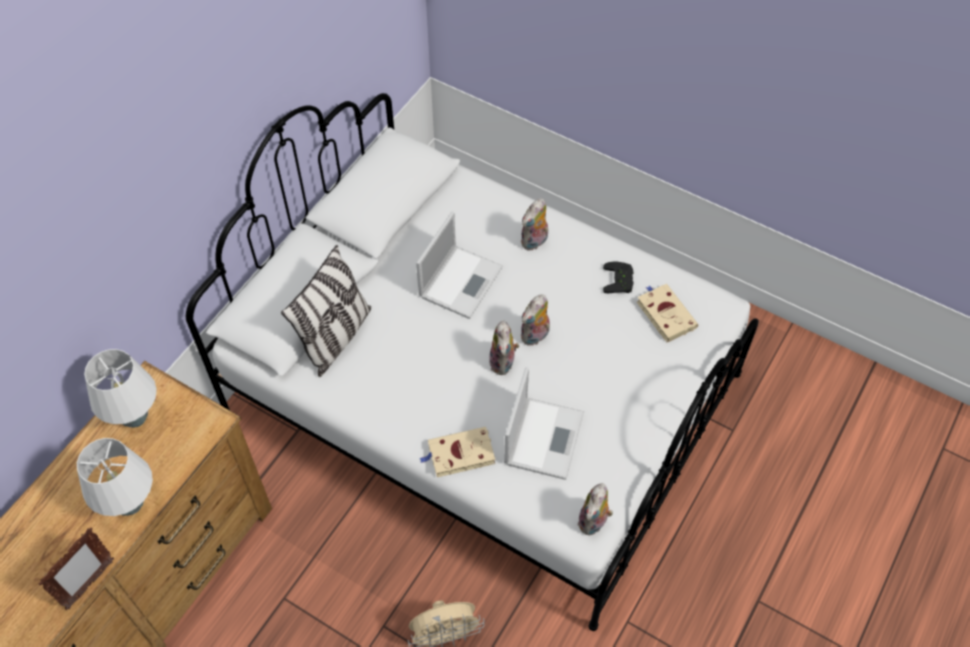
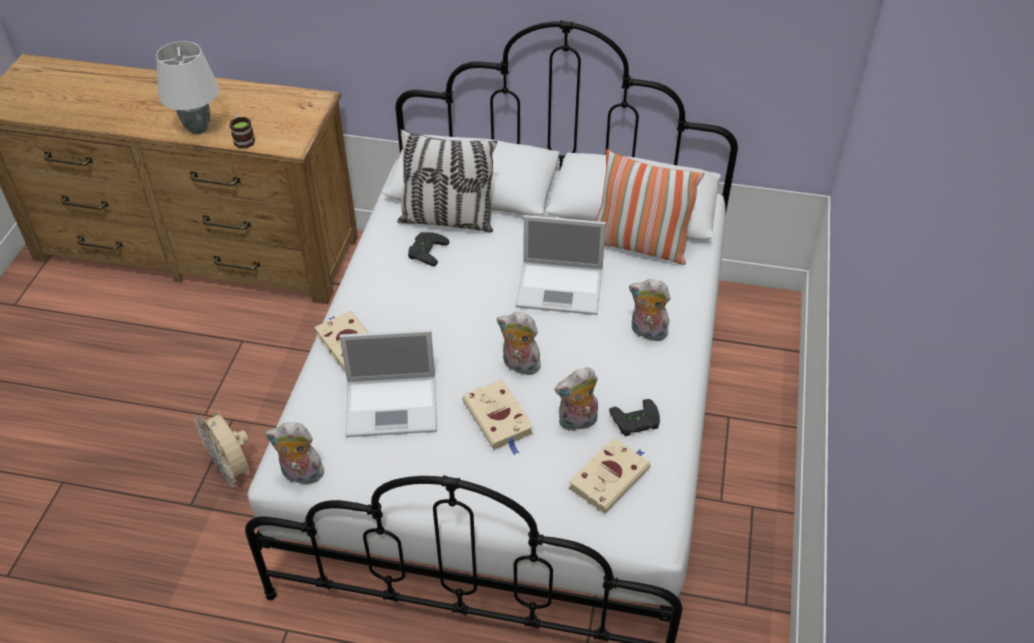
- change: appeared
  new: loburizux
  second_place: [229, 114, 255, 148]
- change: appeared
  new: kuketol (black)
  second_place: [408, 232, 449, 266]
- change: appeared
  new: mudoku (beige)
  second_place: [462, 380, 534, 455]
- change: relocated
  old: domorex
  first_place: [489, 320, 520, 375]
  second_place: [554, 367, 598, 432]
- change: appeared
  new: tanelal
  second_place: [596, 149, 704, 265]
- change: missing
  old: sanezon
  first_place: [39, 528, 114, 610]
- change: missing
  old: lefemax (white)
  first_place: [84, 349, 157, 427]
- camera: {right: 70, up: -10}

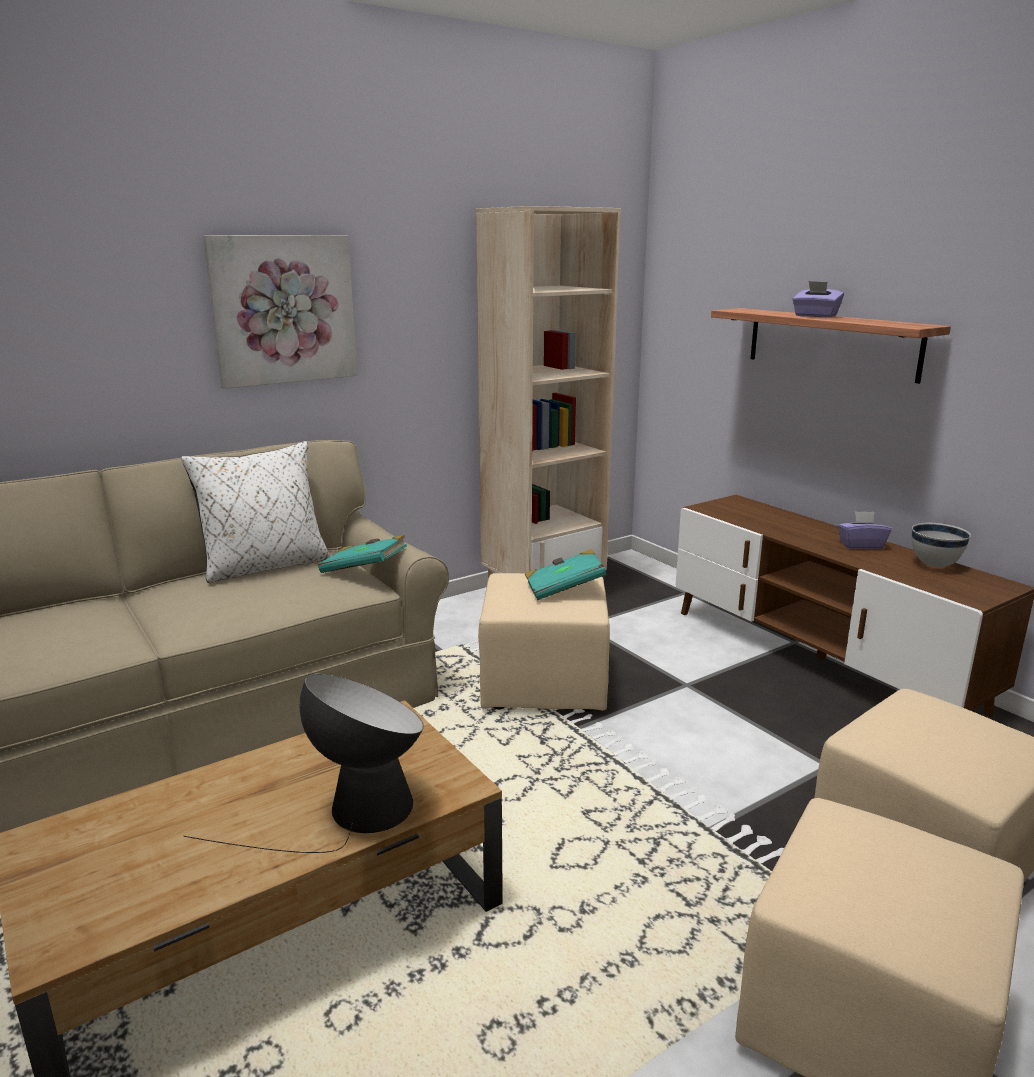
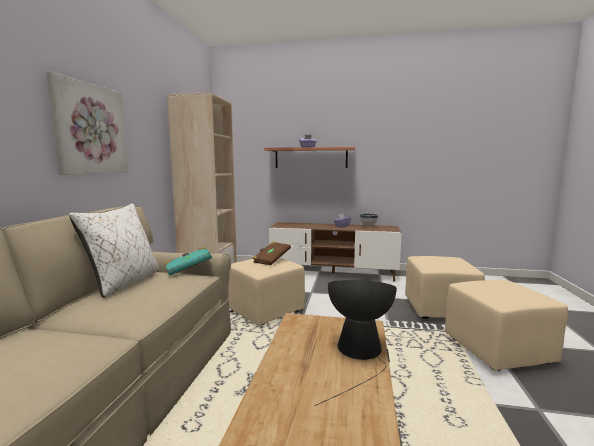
- change: colour
  old: mudoku (turquoise)
  new: mudoku (brown)
  first_place: [525, 549, 606, 600]
  second_place: [252, 242, 291, 265]
- camera: {right: -45, up: -10}

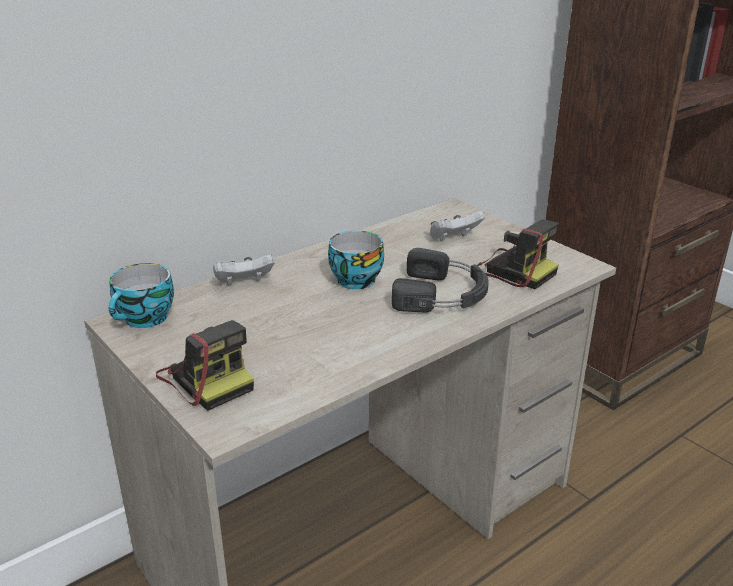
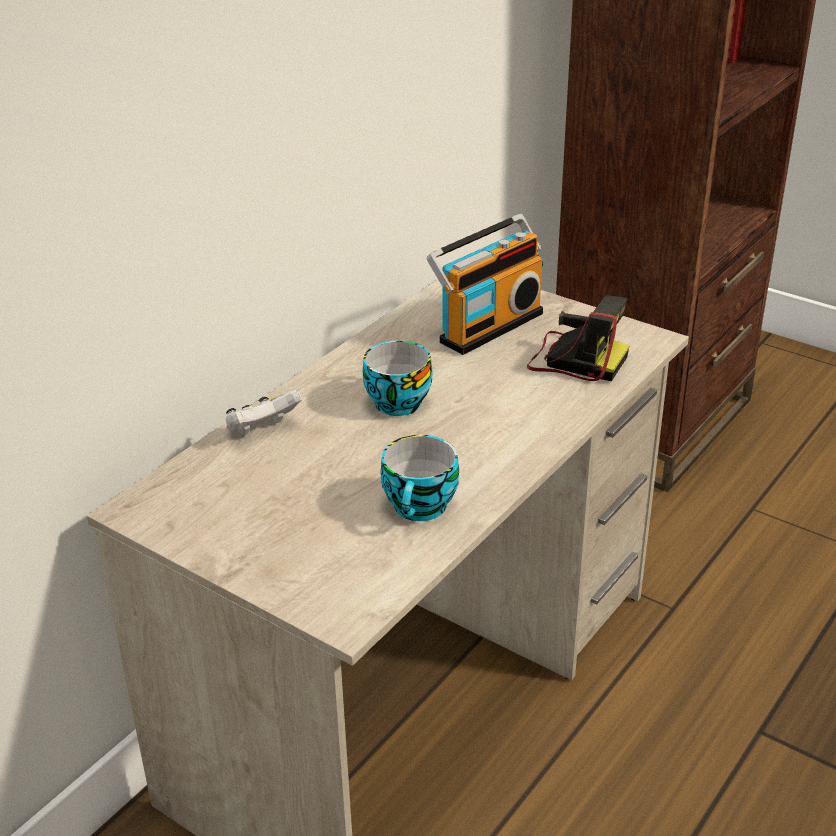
- change: relocated
  old: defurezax
  first_place: [109, 263, 174, 328]
  second_place: [380, 435, 459, 521]
- change: exchanged
  old: kuketol (white)
  new: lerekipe
  first_place: [430, 211, 485, 241]
  second_place: [426, 214, 543, 355]
- change: missing
  old: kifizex
  first_place: [156, 320, 254, 411]
- change: missing
  old: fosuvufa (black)
  first_place: [392, 248, 489, 312]
- camera: {right: -15, up: 5}

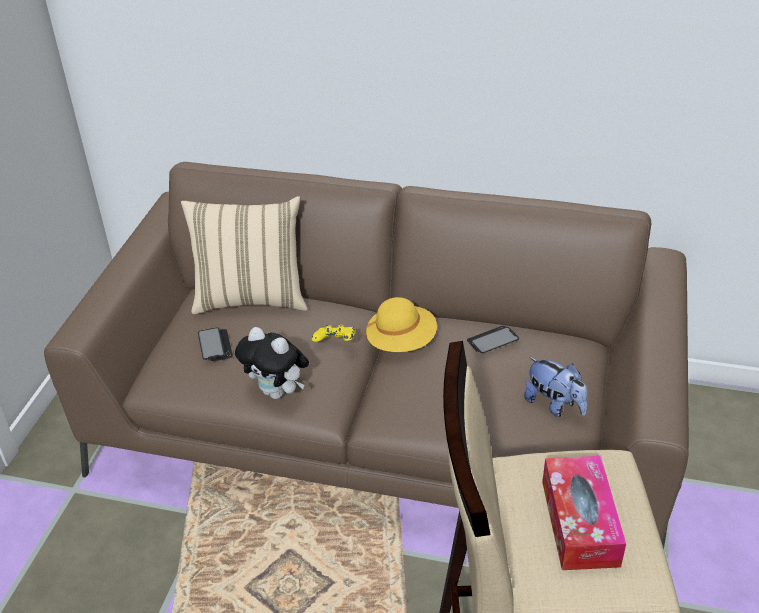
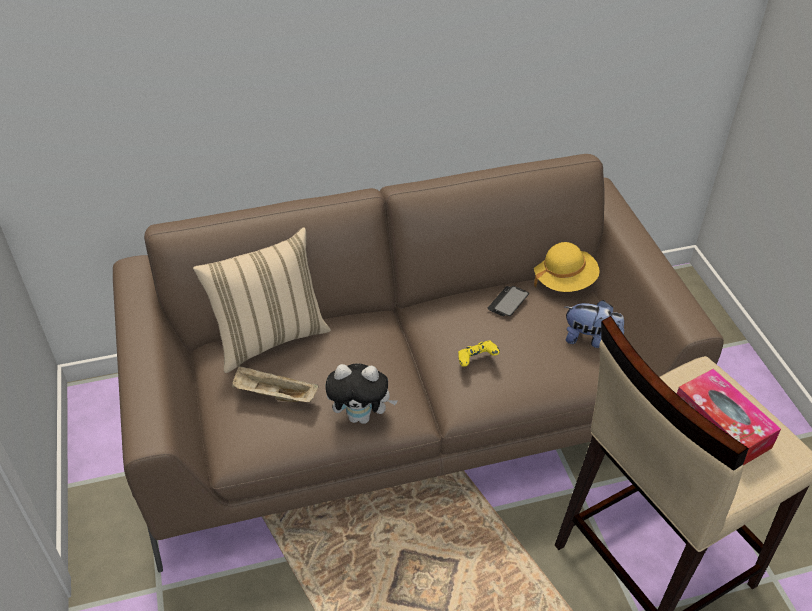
- change: exchanged
  old: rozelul
  new: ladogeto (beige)
  first_place: [198, 327, 233, 361]
  second_place: [232, 366, 319, 402]
- change: relocated
  old: kuketol (yellow)
  first_place: [312, 325, 355, 342]
  second_place: [458, 340, 500, 367]
- change: relocated
  old: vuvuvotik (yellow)
  first_place: [366, 297, 437, 352]
  second_place: [534, 242, 600, 292]
- camera: {right: -30, up: 5}

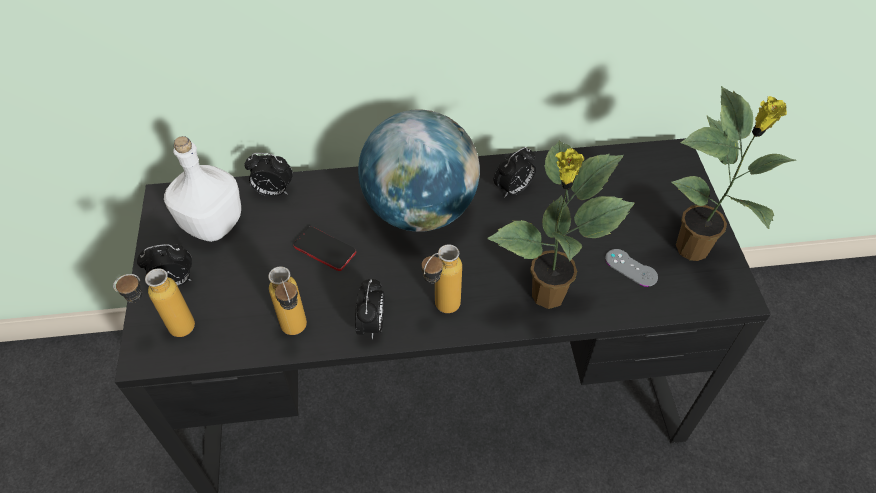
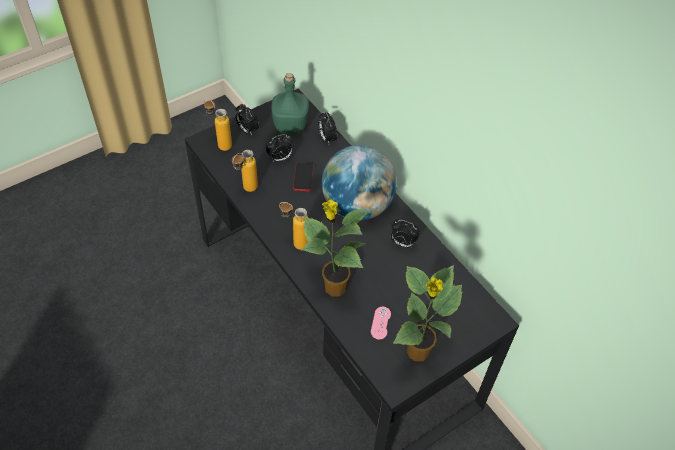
- change: relocated
  old: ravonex
  first_place: [355, 279, 385, 339]
  second_place: [266, 134, 293, 162]
- change: colour
  old: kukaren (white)
  new: kukaren (green)
  first_place: [164, 136, 241, 242]
  second_place: [272, 73, 309, 134]
- change: colour
  old: kuketol (grey)
  new: kuketol (pink)
  first_place: [605, 249, 658, 287]
  second_place: [371, 307, 391, 340]
- camera: {right: 60, up: 0}

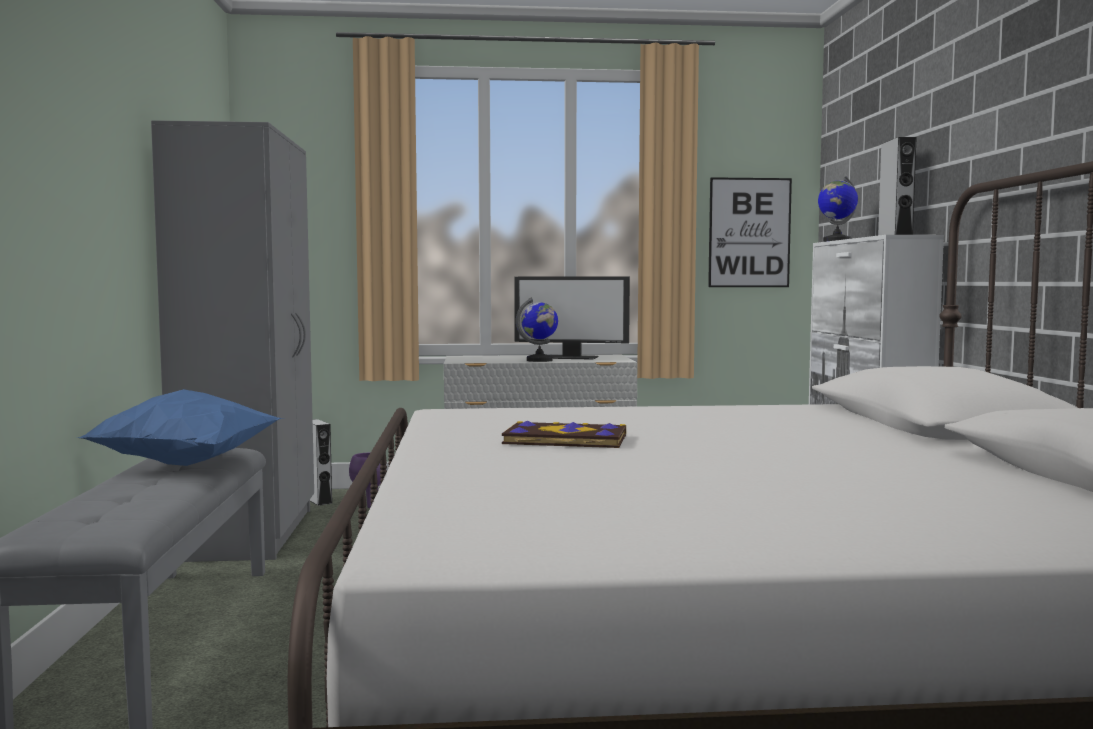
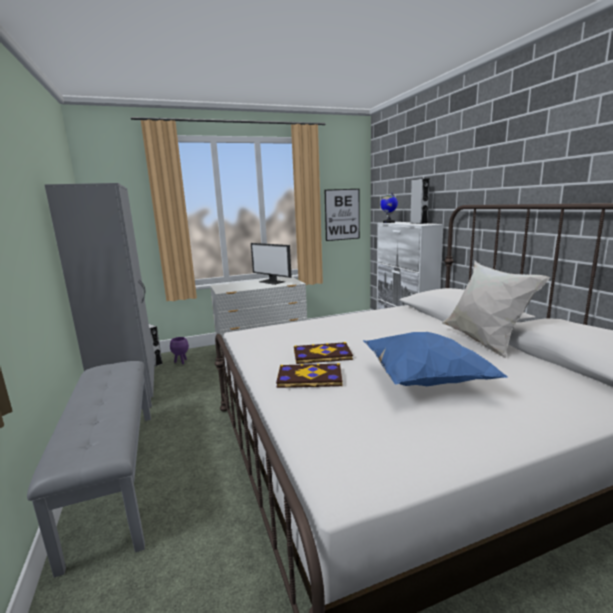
- change: spun
  old: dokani
  first_place: [514, 276, 630, 360]
  second_place: [251, 243, 292, 285]
  degrees: 45
- change: appeared
  new: mudoku
  second_place: [276, 363, 343, 388]
- change: relocated
  old: tanelal (blue)
  first_place: [78, 389, 283, 466]
  second_place: [363, 332, 509, 386]
- change: appeared
  new: tanelal (white)
  second_place: [442, 261, 550, 358]
- change: missing
  old: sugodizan
  first_place: [516, 298, 558, 362]
- camera: {right: -15, up: 10}

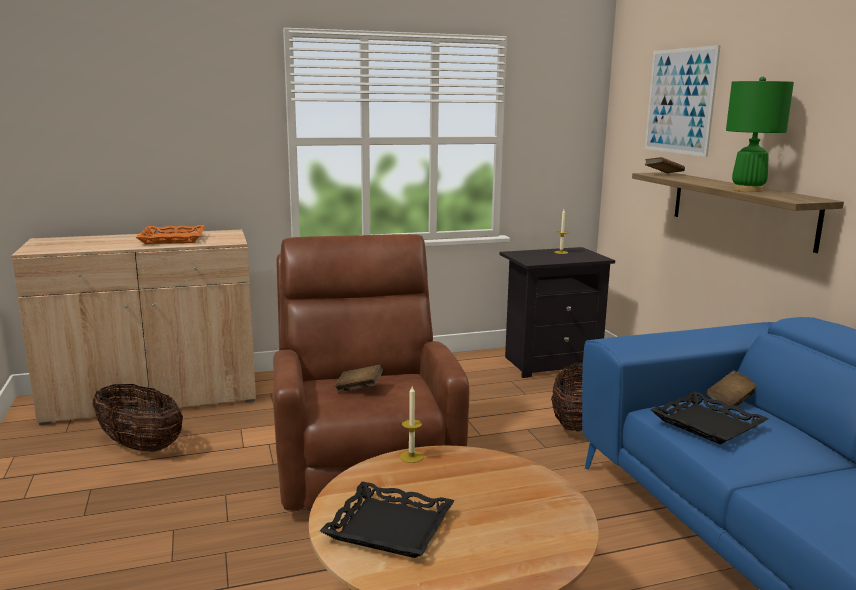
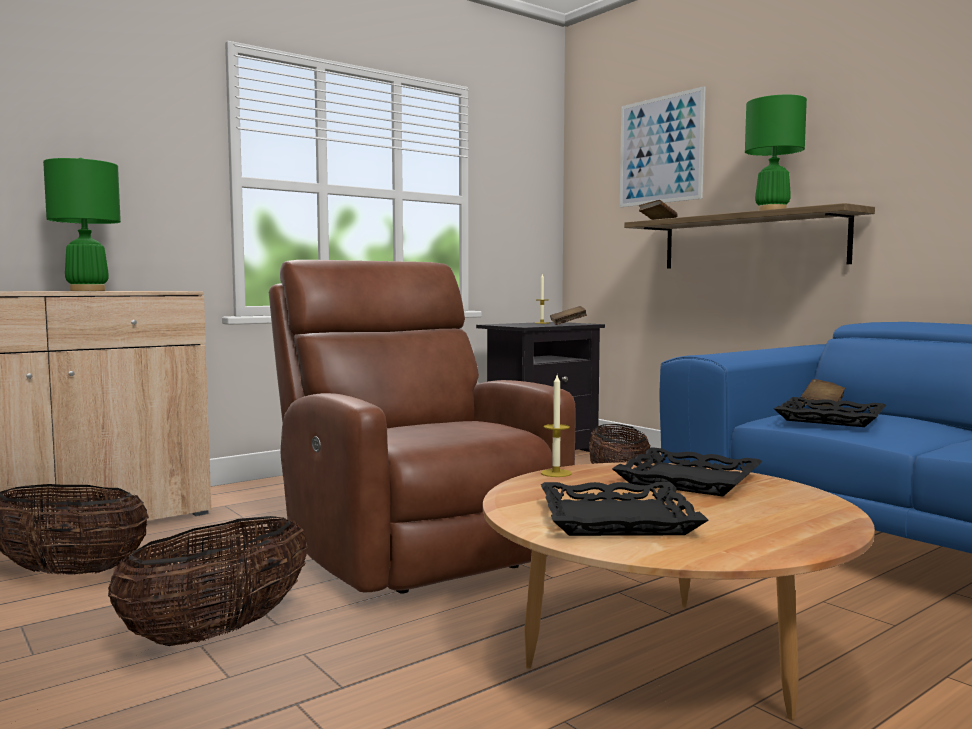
- change: exchanged
  old: ladogeto (orange)
  new: lefemax (green)
  first_place: [135, 225, 206, 244]
  second_place: [43, 158, 121, 291]
- change: appeared
  new: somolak
  second_place: [108, 516, 308, 646]
- change: relocated
  old: mudoku (brown)
  first_place: [335, 364, 383, 392]
  second_place: [550, 306, 587, 325]
- change: appeared
  new: ladogeto (black)
  second_place: [612, 447, 763, 496]
- camera: {right: -20, up: -10}

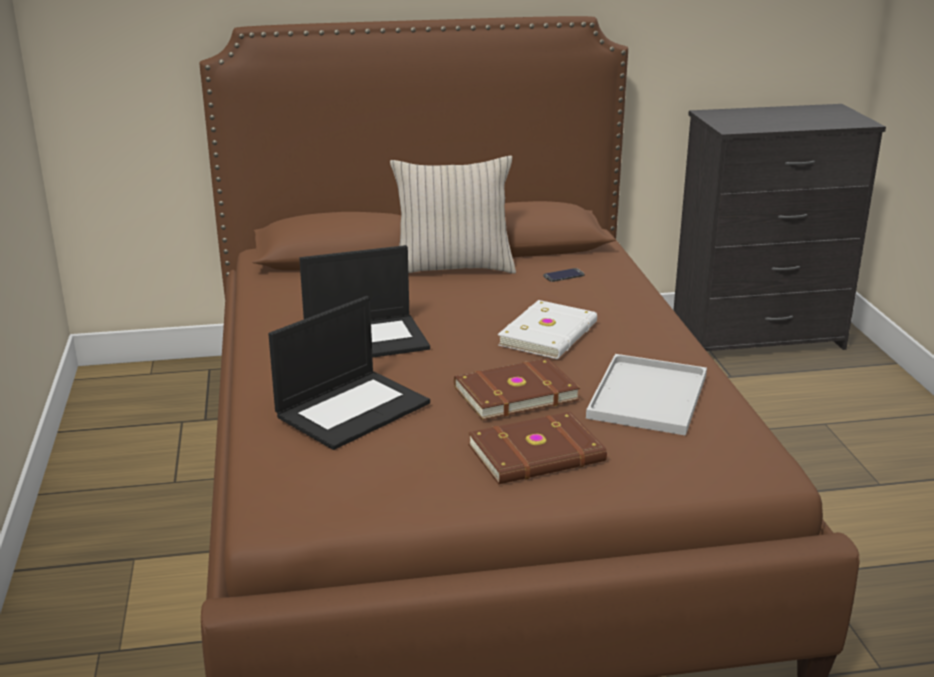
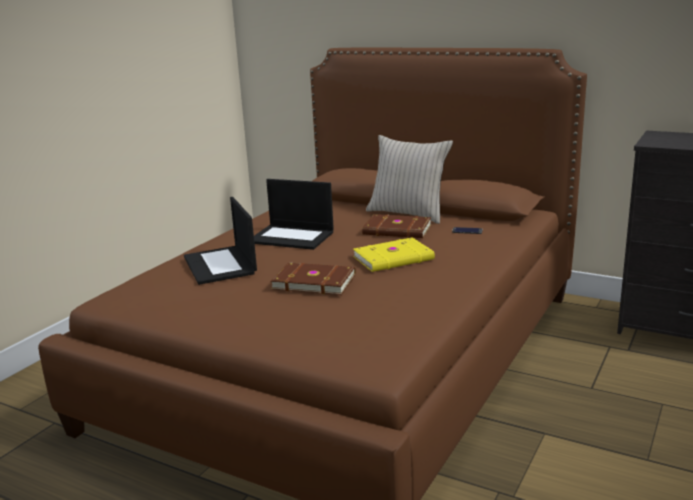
- change: spun
  old: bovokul
  first_place: [268, 296, 430, 450]
  second_place: [184, 197, 257, 285]
  degrees: 75
- change: colour
  old: mudoku (white)
  new: mudoku (yellow)
  first_place: [498, 300, 597, 359]
  second_place: [353, 237, 435, 272]
- change: relocated
  old: mudoku (brown)
  first_place: [468, 412, 607, 484]
  second_place: [362, 214, 431, 238]
- change: missing
  old: ladogeto (white)
  first_place: [586, 354, 707, 436]
- camera: {right: 40, up: -5}

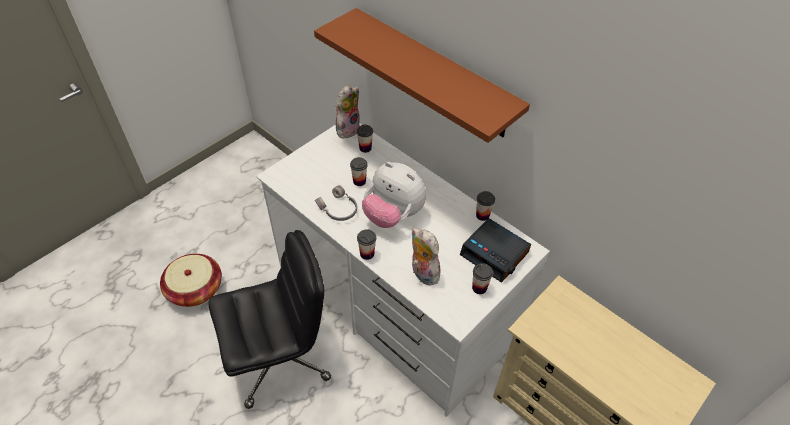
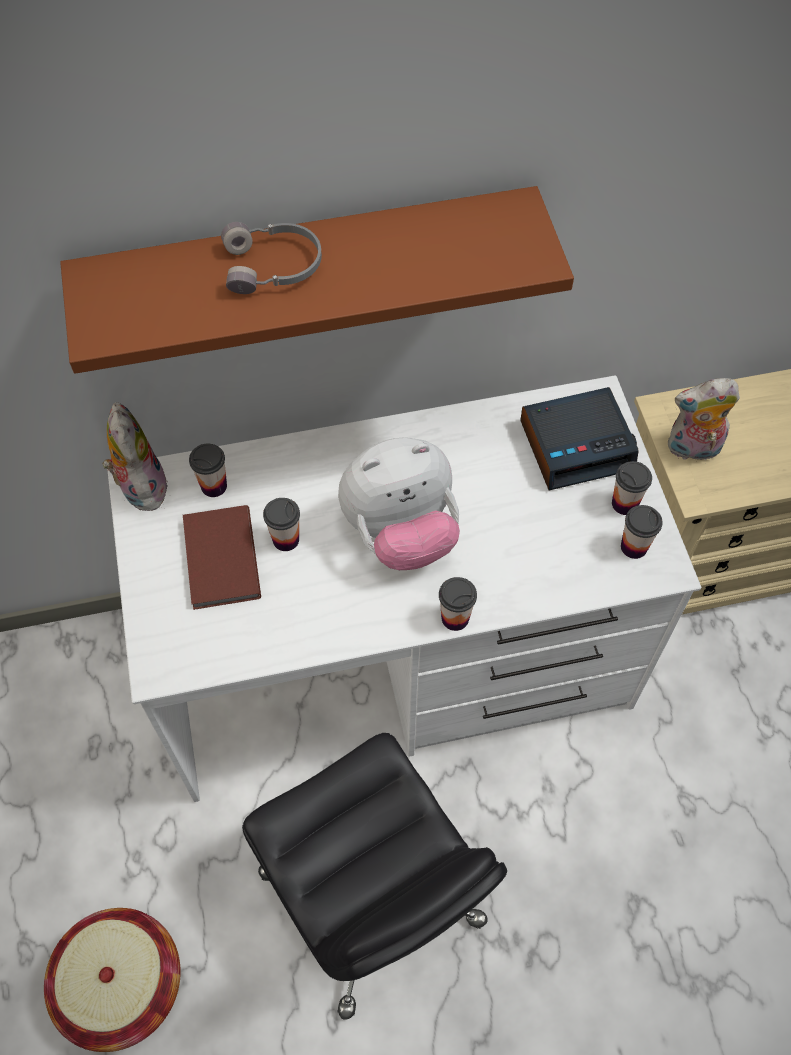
- change: appeared
  new: mudoku (brown)
  second_place: [183, 505, 261, 610]
- change: relocated
  old: fosuvufa (grey)
  first_place: [315, 185, 357, 221]
  second_place: [221, 222, 322, 294]
- change: spun
  old: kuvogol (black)
  first_place: [208, 230, 331, 409]
  second_place: [242, 733, 507, 1020]
  degrees: 135
- change: relocated
  old: defurezax
  first_place: [476, 191, 495, 221]
  second_place: [621, 505, 663, 559]
- change: relocated
  old: domorex
  first_place: [412, 227, 440, 285]
  second_place: [668, 378, 740, 460]
- camera: {right: -55, up: 10}

